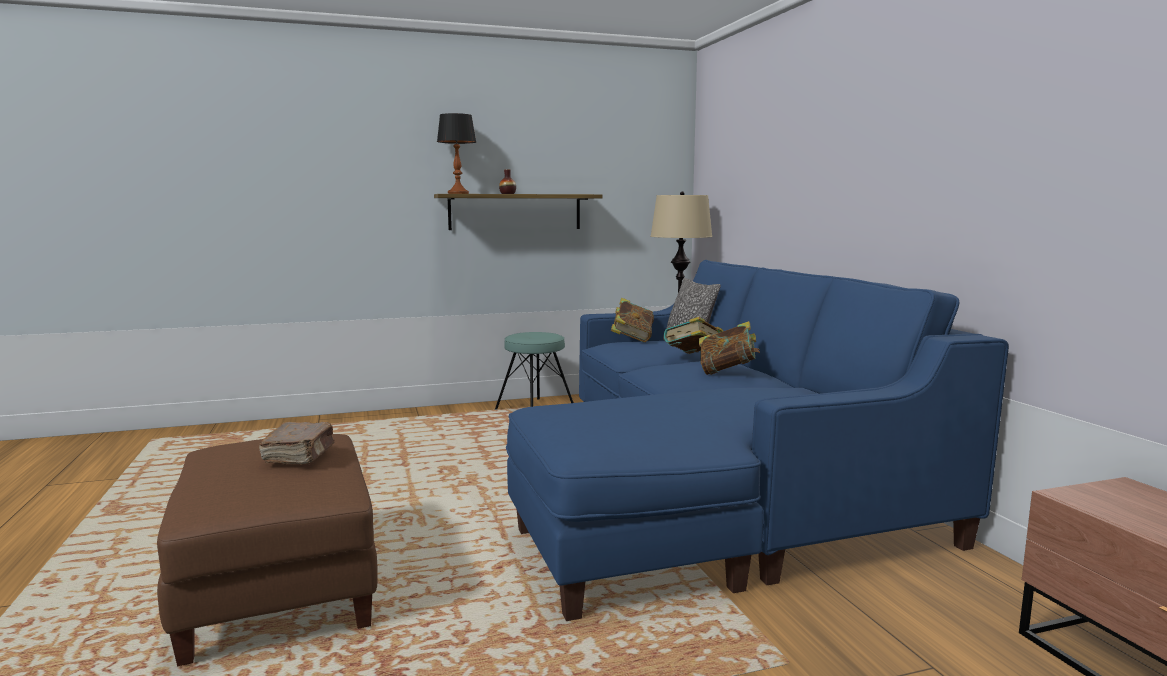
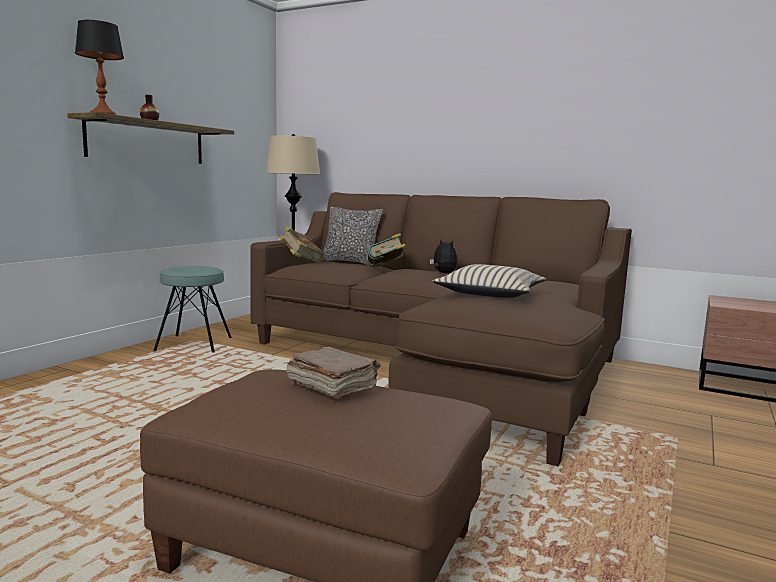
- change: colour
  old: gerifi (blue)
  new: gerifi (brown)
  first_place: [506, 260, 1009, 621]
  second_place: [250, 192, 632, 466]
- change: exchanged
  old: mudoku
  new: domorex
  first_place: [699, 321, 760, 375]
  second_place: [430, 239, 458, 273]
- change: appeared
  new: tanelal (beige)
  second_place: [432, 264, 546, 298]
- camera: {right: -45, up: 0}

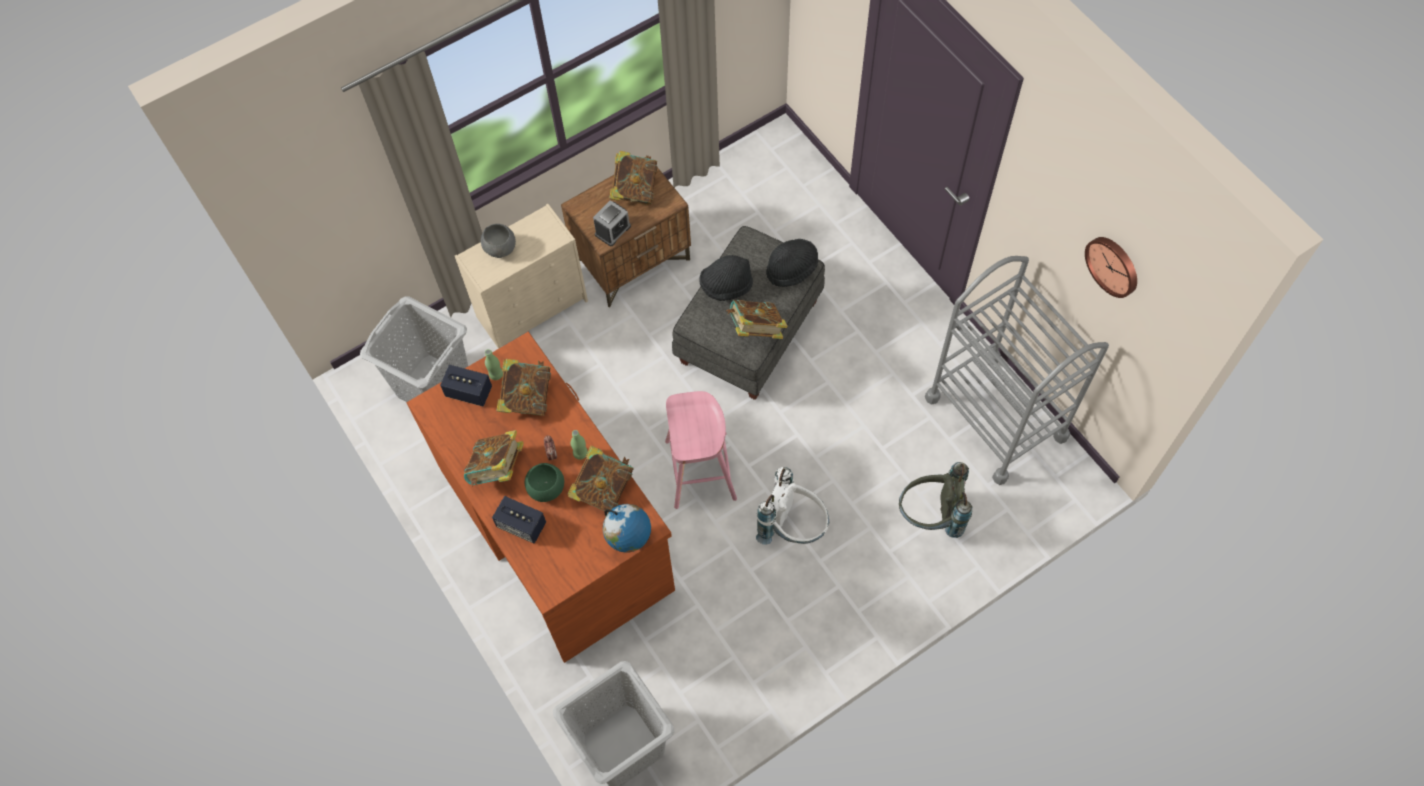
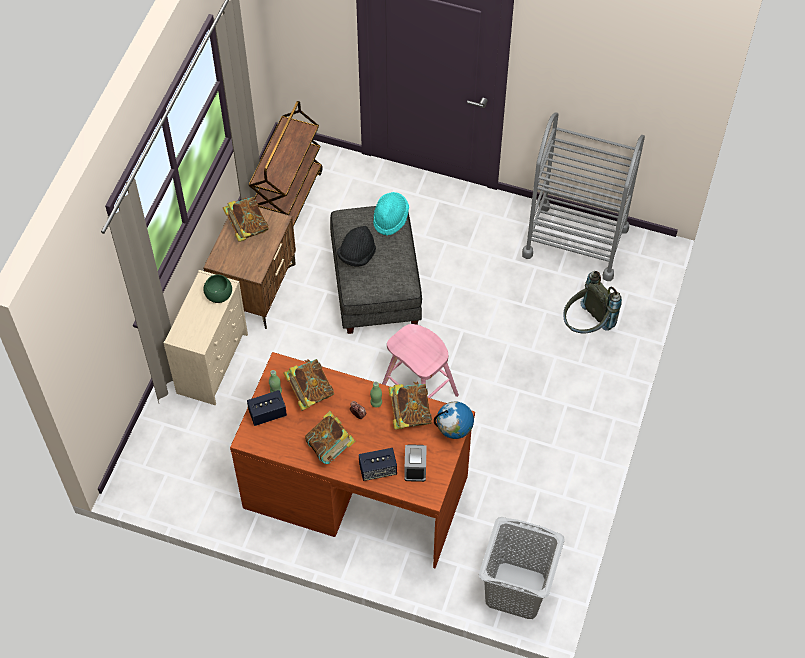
- change: relocated
  old: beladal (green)
  first_place: [525, 463, 564, 502]
  second_place: [203, 274, 232, 303]
- change: appeared
  new: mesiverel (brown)
  second_place: [248, 101, 323, 227]
- change: colour
  old: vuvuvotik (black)
  new: vuvuvotik (turquoise)
  first_place: [766, 239, 818, 287]
  second_place: [373, 192, 409, 236]
- change: relocated
  old: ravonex
  first_place: [593, 200, 631, 246]
  second_place: [404, 444, 427, 482]
- change: missing
  old: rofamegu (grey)
  first_place: [360, 296, 468, 402]
- change: missing
  old: beladal (grey)
  first_place: [481, 224, 516, 258]
- change: missing
  old: mudoku
  first_place: [727, 300, 787, 339]
- change: missing
  old: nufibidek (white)
  first_place: [756, 467, 829, 545]
- change: missing
  old: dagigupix
  first_place: [1085, 237, 1137, 298]
- camera: {right: -40, up: -5}

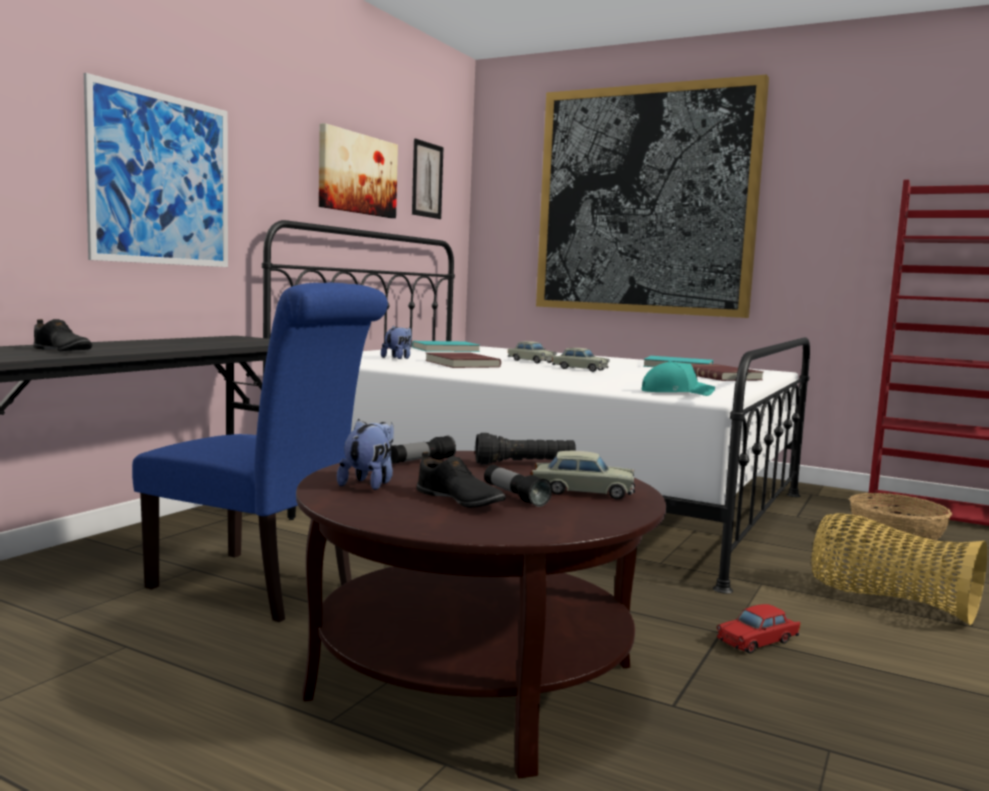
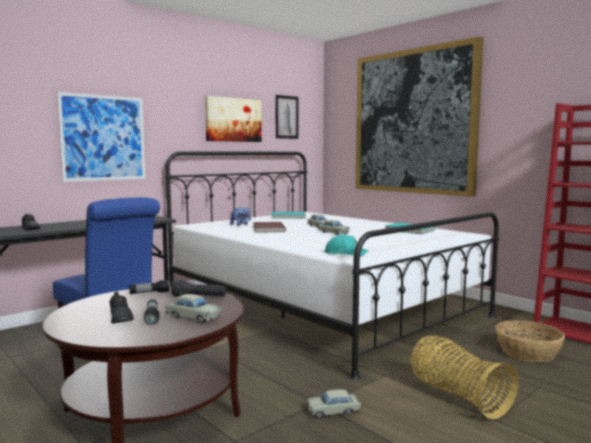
- change: colour
  old: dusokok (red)
  new: dusokok (beige)
  first_place: [717, 604, 800, 654]
  second_place: [307, 389, 361, 418]
- change: missing
  old: domorex
  first_place: [337, 419, 394, 490]
- change: missing
  old: mudoku (red)
  first_place: [691, 364, 763, 381]
- camera: {right: 20, up: 0}

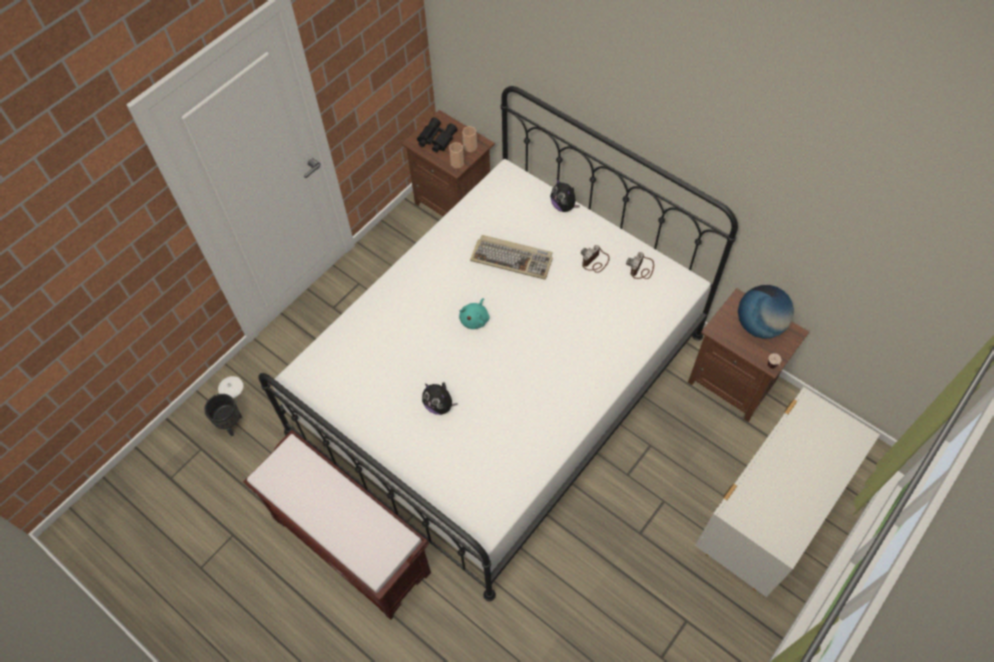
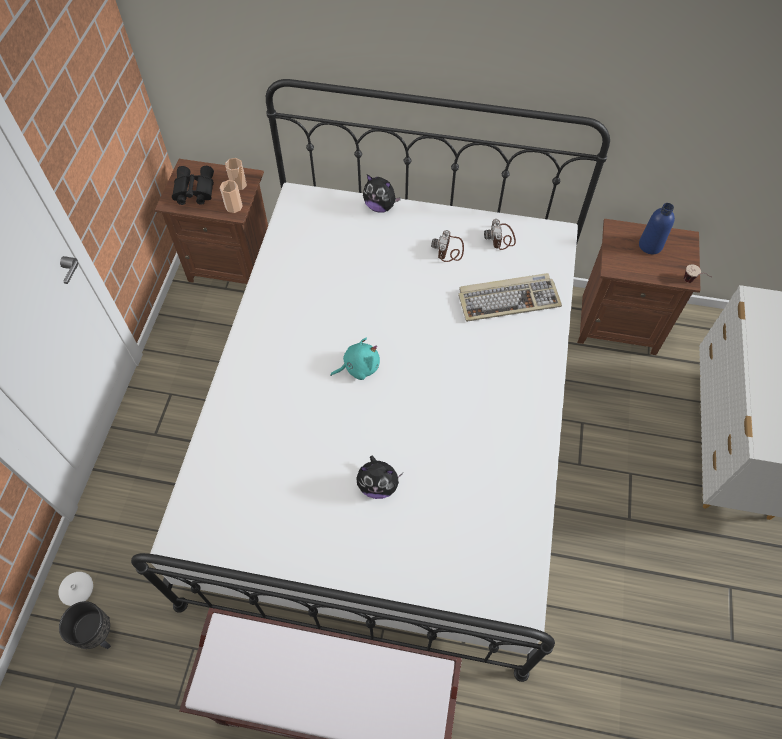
- change: spun
  old: domorex (turquoise)
  first_place: [459, 298, 490, 329]
  second_place: [330, 338, 380, 380]
  degrees: -105
- change: relocated
  old: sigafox
  first_place: [470, 235, 553, 280]
  second_place: [458, 273, 562, 322]
- change: exchanged
  old: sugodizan
  new: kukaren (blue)
  first_place: [738, 285, 794, 338]
  second_place: [639, 203, 675, 254]
- camera: {right: -30, up: 0}

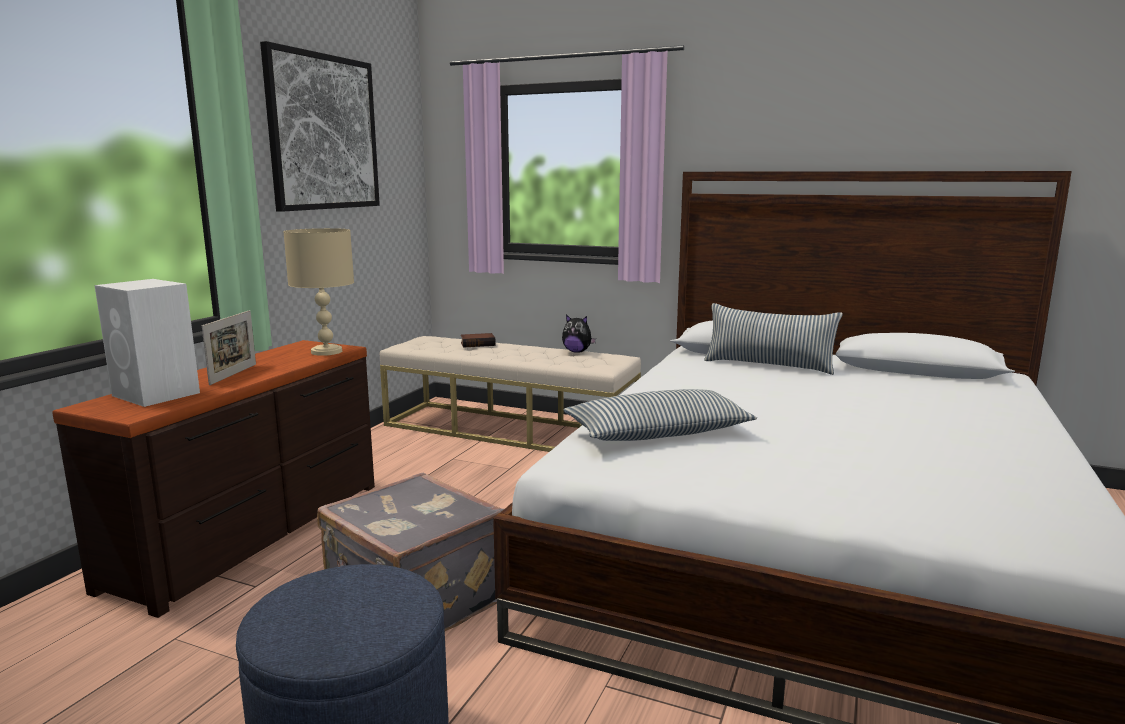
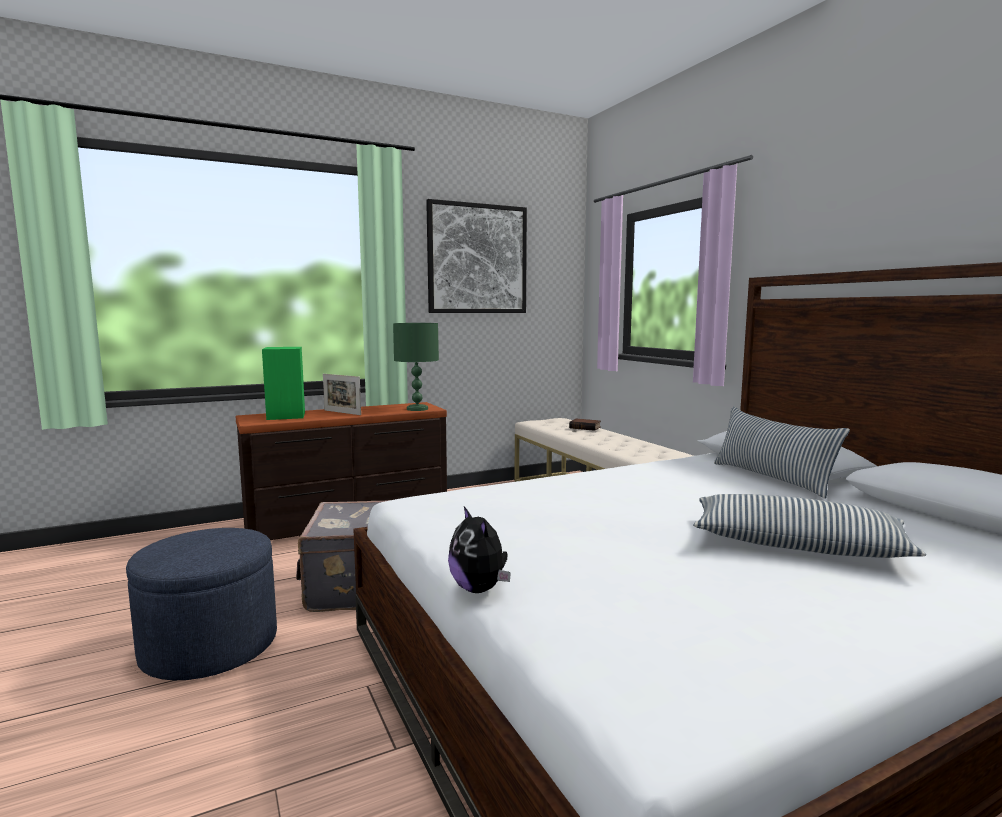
- change: colour
  old: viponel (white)
  new: viponel (green)
  first_place: [94, 279, 200, 407]
  second_place: [262, 347, 305, 420]
- change: spun
  old: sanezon
  first_place: [202, 310, 256, 385]
  second_place: [323, 374, 361, 415]
  degrees: 75
- change: colour
  old: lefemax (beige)
  new: lefemax (green)
  first_place: [283, 228, 354, 356]
  second_place: [393, 323, 439, 411]
- change: relocated
  old: domorex
  first_place: [562, 315, 596, 353]
  second_place: [448, 506, 511, 593]
- change: relocated
  old: tanelal
  first_place: [563, 389, 757, 441]
  second_place: [693, 494, 926, 558]
- camera: {right: 40, up: -5}

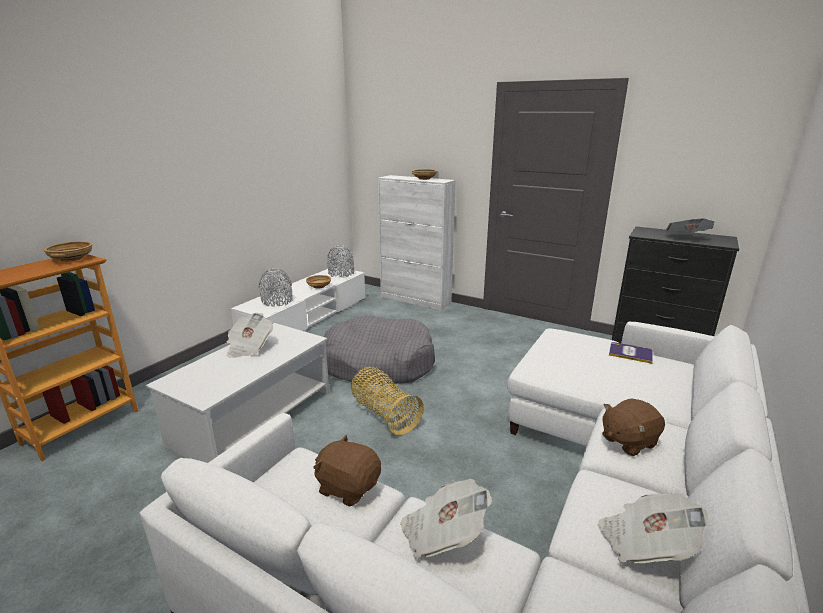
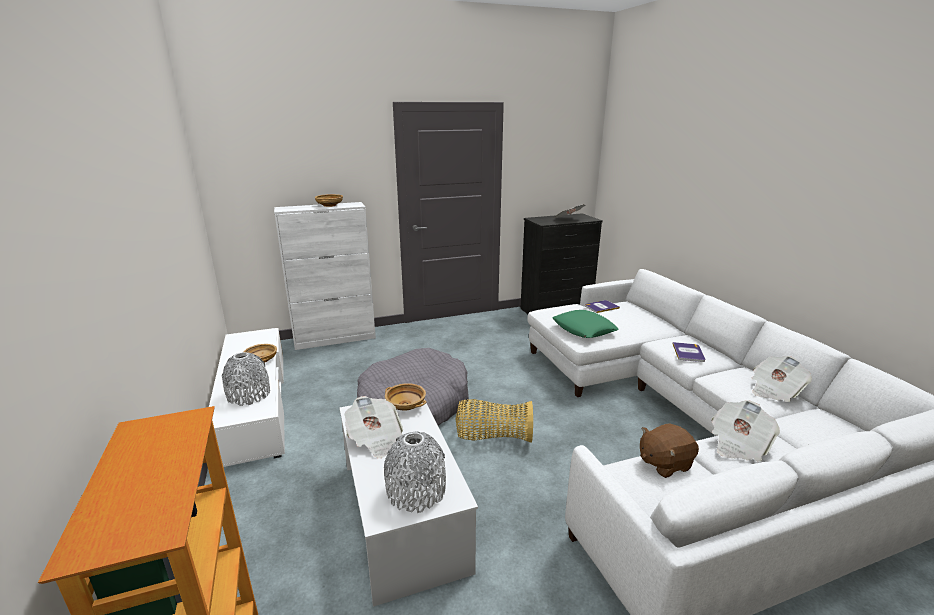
- change: relocated
  old: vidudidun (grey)
  first_place: [327, 245, 354, 277]
  second_place: [384, 431, 446, 513]
- change: relocated
  old: beladal (beige)
  first_place: [43, 241, 92, 262]
  second_place: [385, 383, 427, 411]
- change: appeared
  new: tanelal (green)
  second_place: [553, 310, 619, 338]
- change: exchanged
  old: domorex (brown)
  new: mudoku
  first_place: [602, 398, 665, 456]
  second_place: [673, 342, 705, 362]
- camera: {right: -50, up: 0}

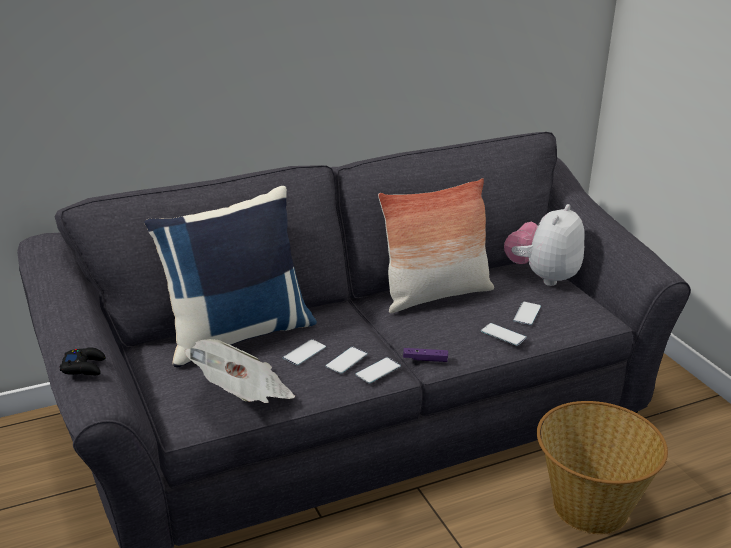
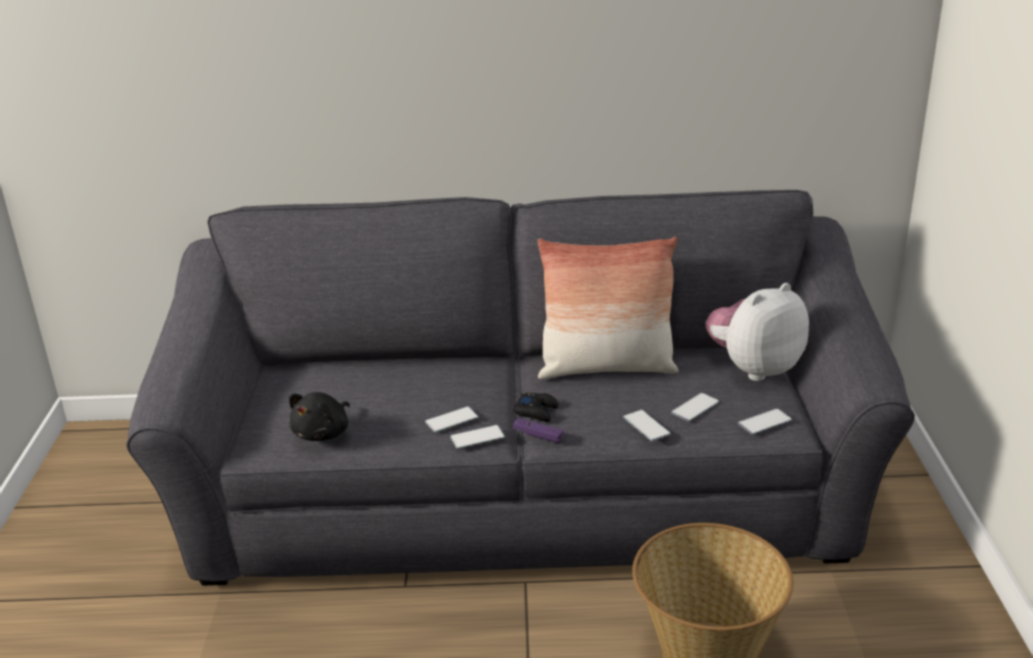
- change: exchanged
  old: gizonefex
  new: domorex (black)
  first_place: [184, 339, 295, 403]
  second_place: [289, 392, 350, 441]
- change: relocated
  old: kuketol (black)
  first_place: [60, 347, 105, 375]
  second_place: [514, 392, 559, 422]
- change: relocated
  old: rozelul
  first_place: [283, 339, 326, 365]
  second_place: [738, 408, 792, 434]
- change: missing
  old: tanelal (blue)
  first_place: [144, 186, 317, 368]
- camera: {right: 25, up: 0}

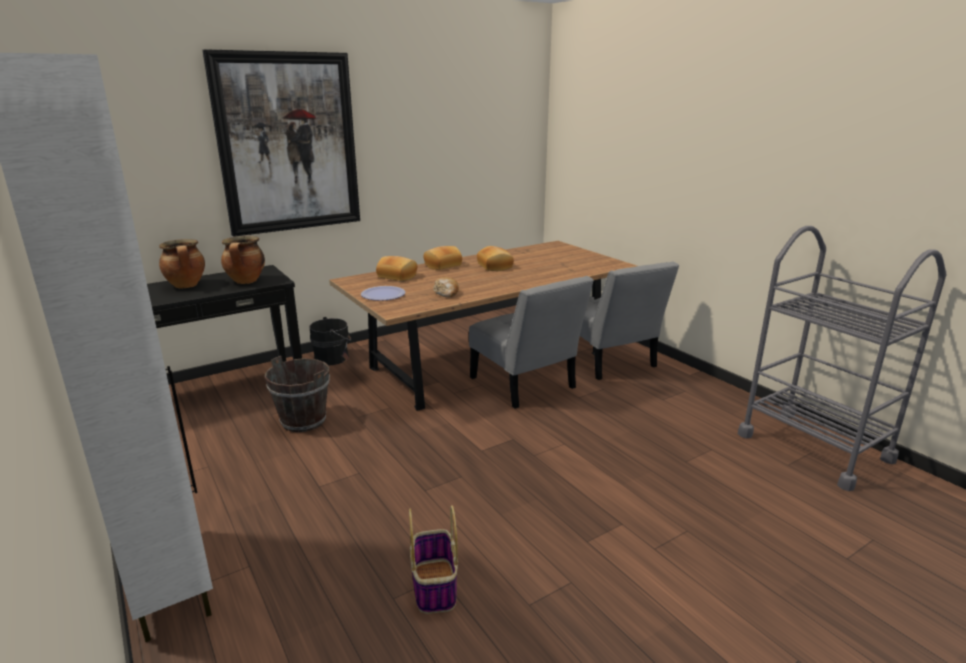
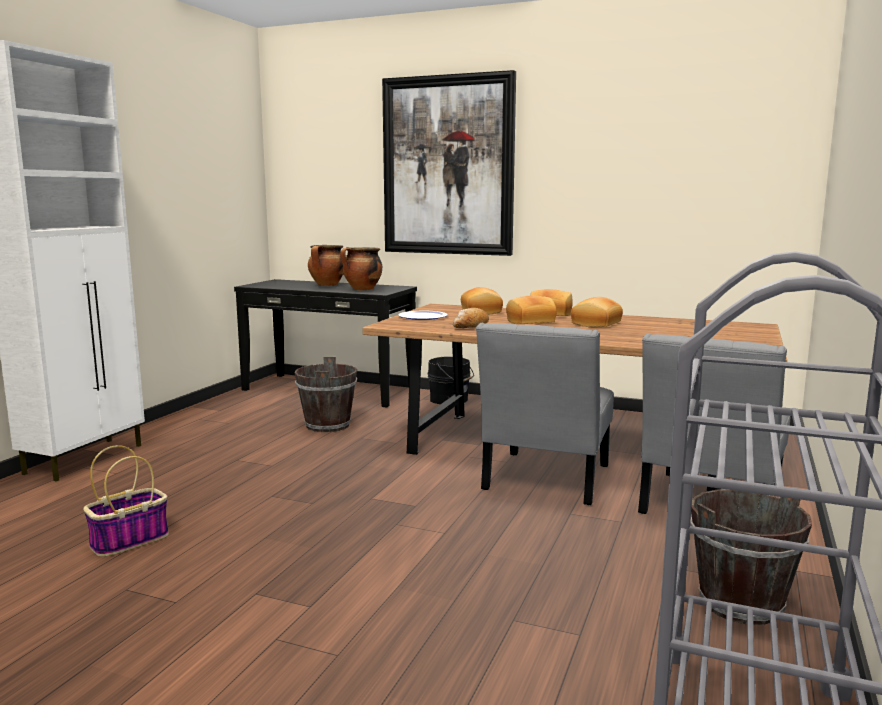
- change: appeared
  new: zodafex
  second_place: [506, 296, 557, 324]
- change: appeared
  new: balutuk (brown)
  second_place: [690, 489, 812, 625]
- camera: {right: 55, up: -10}

